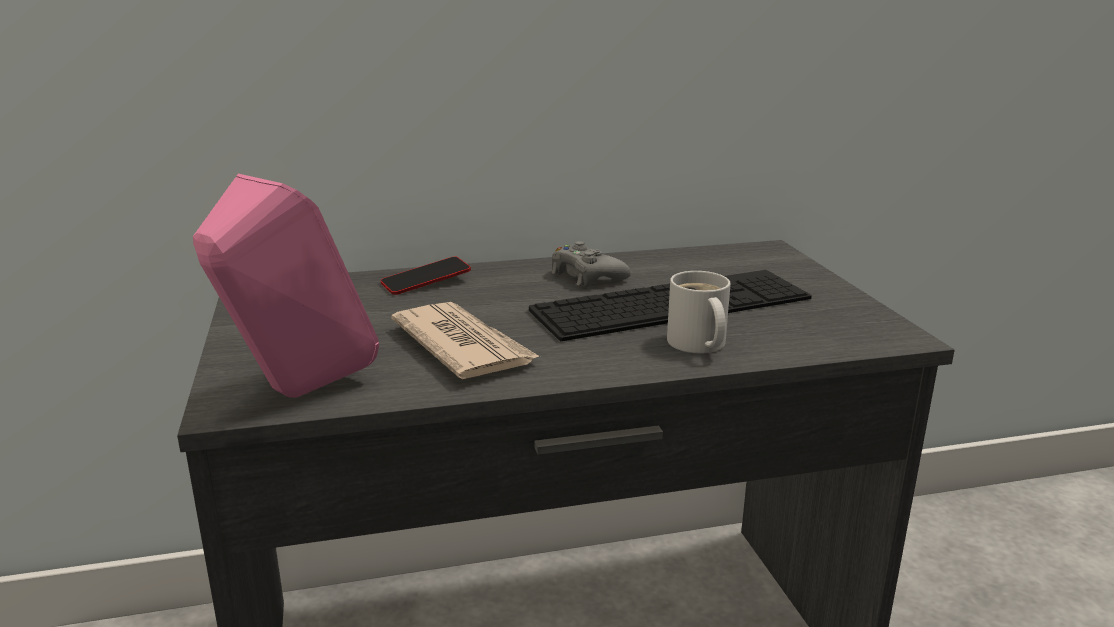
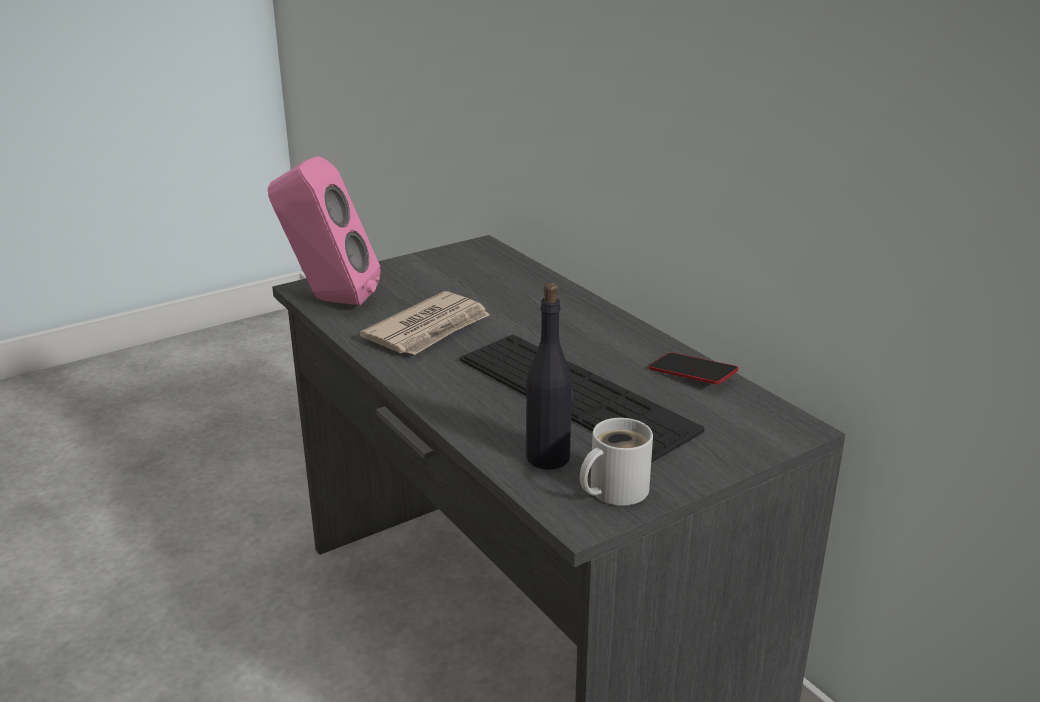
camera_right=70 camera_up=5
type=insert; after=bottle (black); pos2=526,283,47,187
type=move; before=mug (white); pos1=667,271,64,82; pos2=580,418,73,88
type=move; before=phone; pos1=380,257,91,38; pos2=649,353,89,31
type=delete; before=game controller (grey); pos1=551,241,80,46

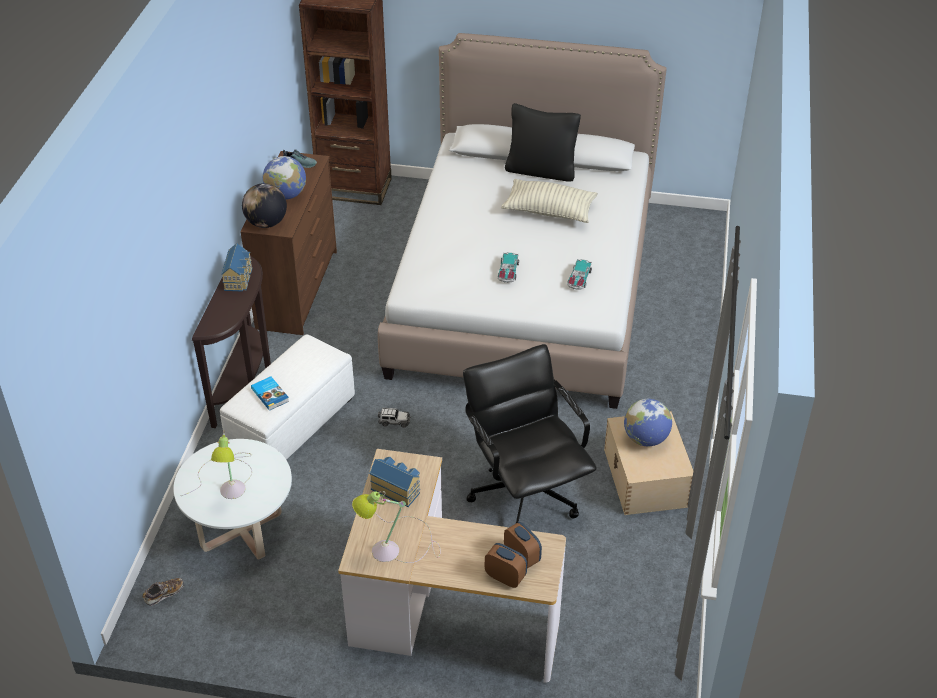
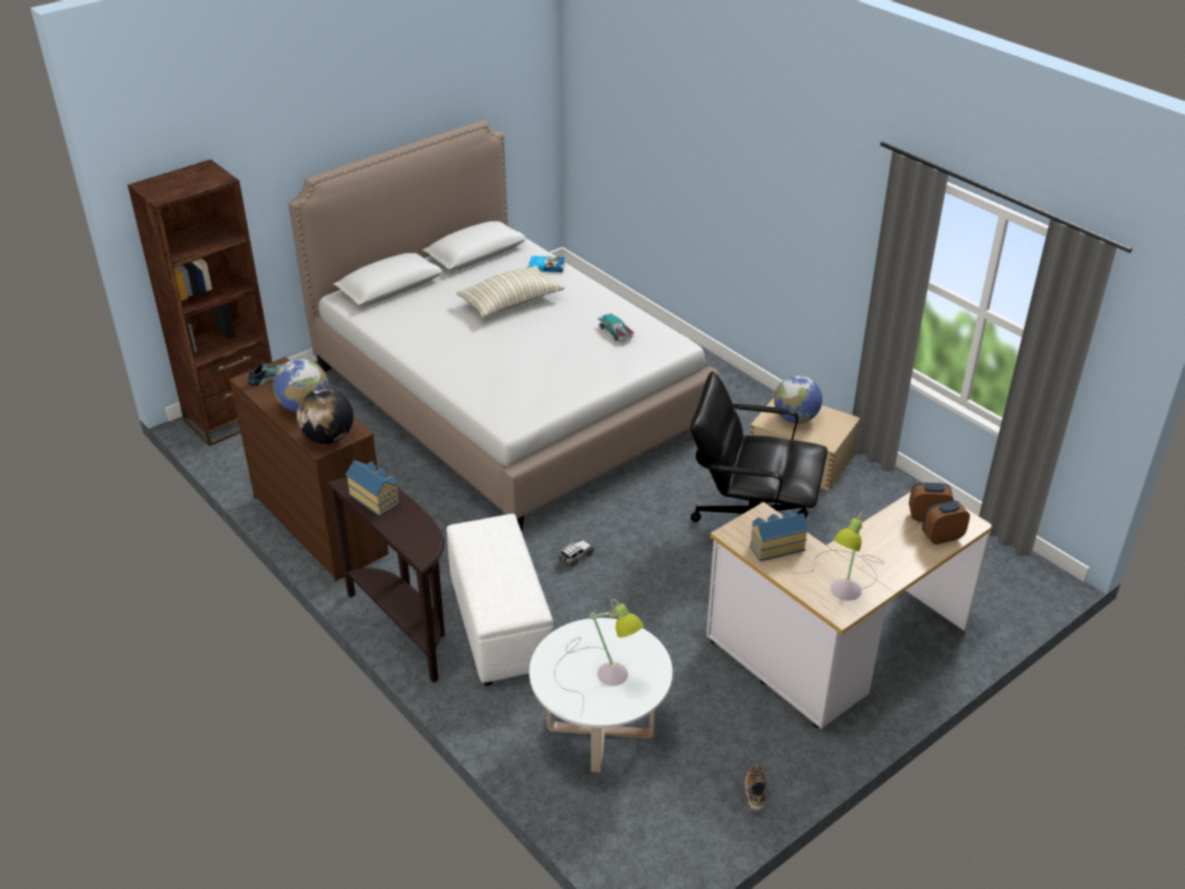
camera_right=-50 camera_up=-5
type=move; before=book; pos1=251,376,38,35; pos2=529,256,36,16
type=move; before=shoe; pos1=142,578,41,28; pos2=745,765,22,47
type=delete; before=toy car; pos1=498,252,21,31
type=delete; before=pillow (black); pos1=505,103,76,79

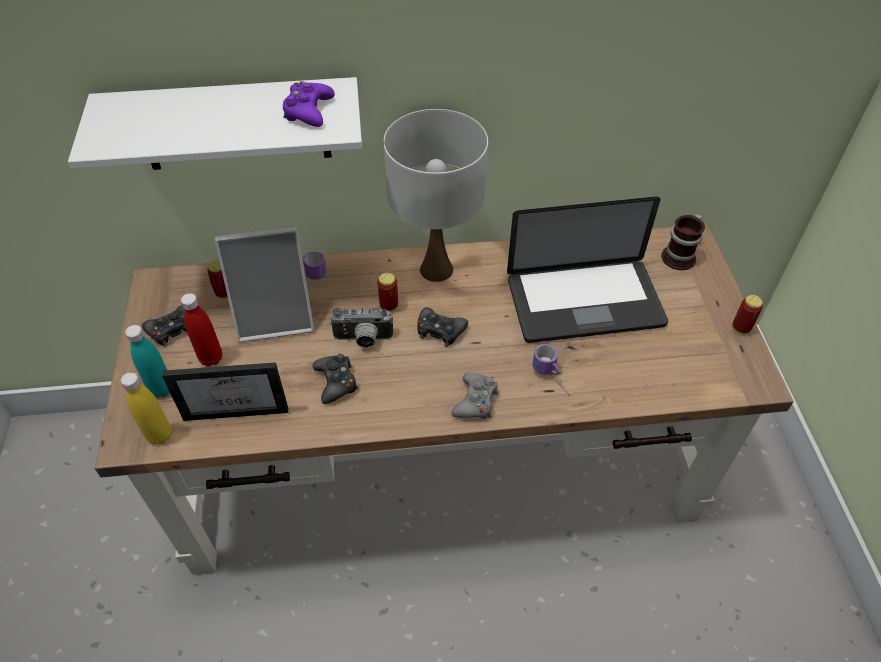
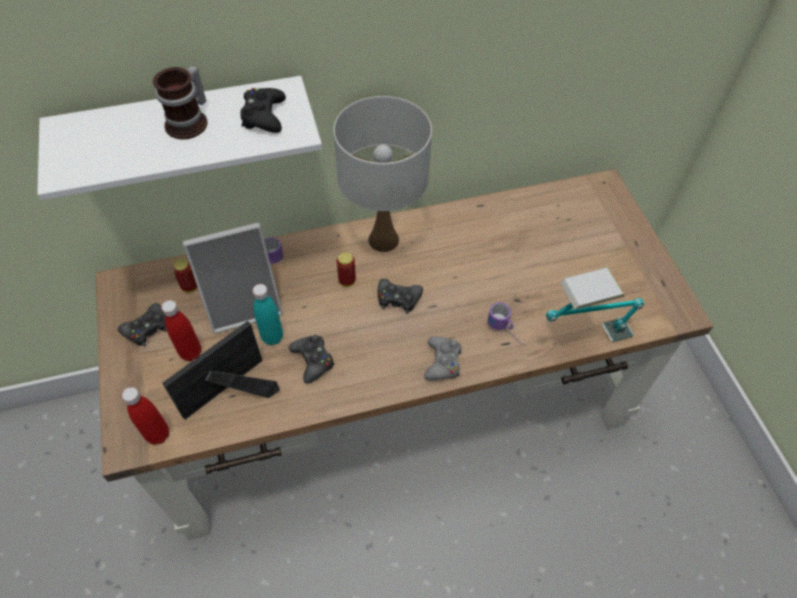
camera_right=-10 camera_up=5
type=recolor; before=bottle (yellow); after=bottle (red); pos1=120,372,51,73; pos2=122,387,47,58
type=move; before=mug; pos1=661,214,44,56; pos2=153,65,55,74
type=rotate; before=picture frame; pos1=162,362,126,59; pos2=162,321,118,99; turn=150
type=recolor; before=game controller (purple); after=game controller (black); pos1=283,81,52,46; pos2=241,88,45,45
type=move; before=bottle (turquoise); pos1=125,325,45,73; pos2=253,284,30,61
type=insert; after=table lamp; pos2=546,267,98,76
type=delete; before=photo camera; pos1=330,308,63,40
type=delete; before=laptop; pos1=507,197,161,146
type=delete; before=can; pos1=732,295,31,39

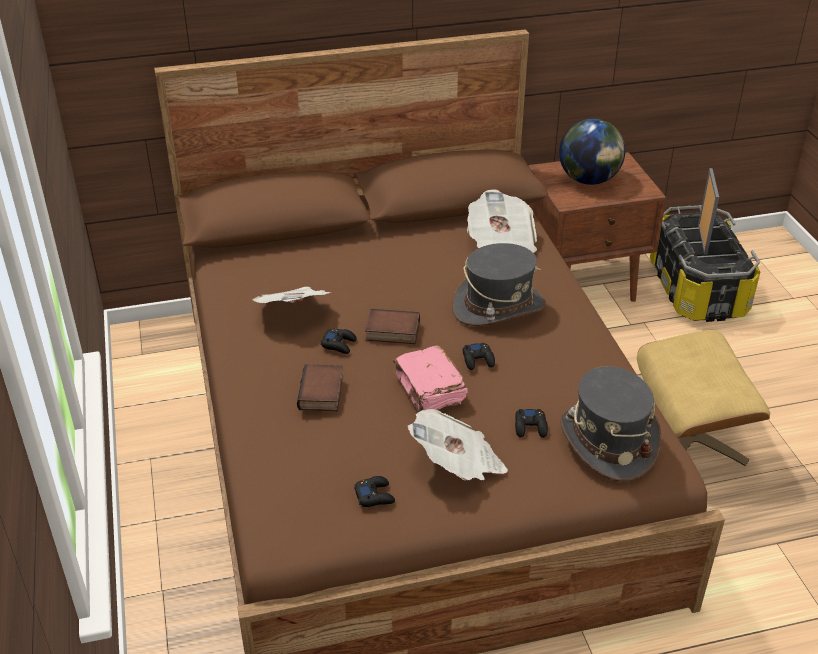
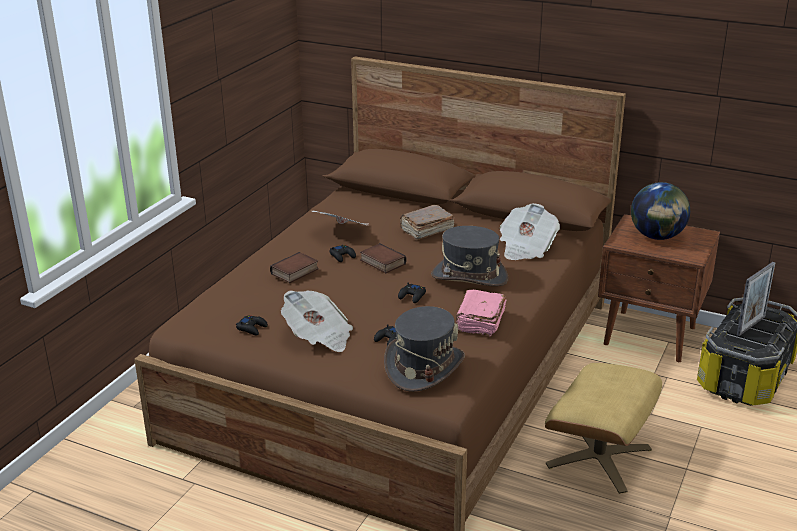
camera_right=40 camera_up=-10
type=insert; after=book (brown); pos2=400,205,54,36
type=move; before=book (pink); pos1=393,346,75,66; pos2=456,290,50,46

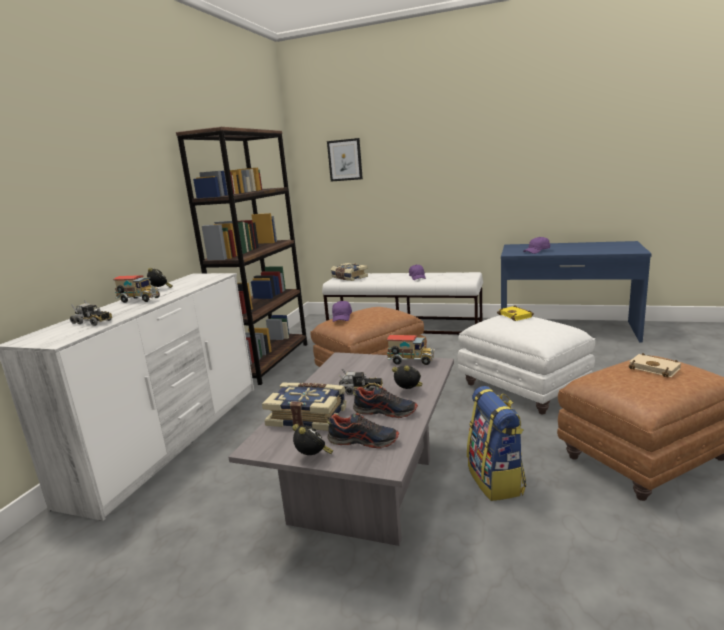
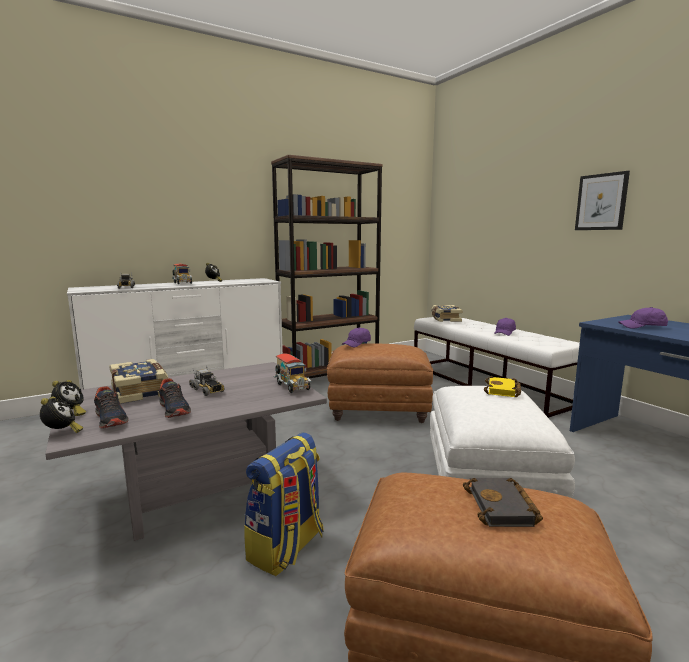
camera_right=40 camera_up=-5
type=move; before=alarm clock; pos1=392,366,30,23; pos2=40,397,43,36
type=recolor; before=book (beige); after=book (black); pos1=629,353,52,25; pos2=463,478,80,49
type=move; before=picture; pos1=327,138,36,44; pos2=575,171,55,59

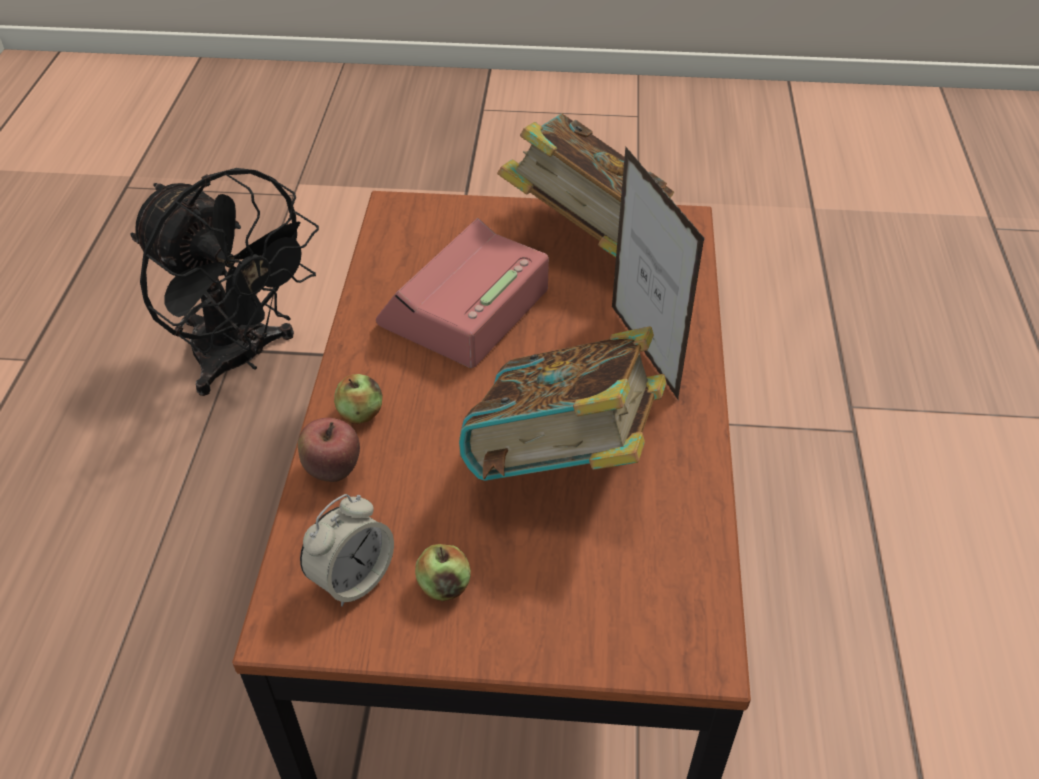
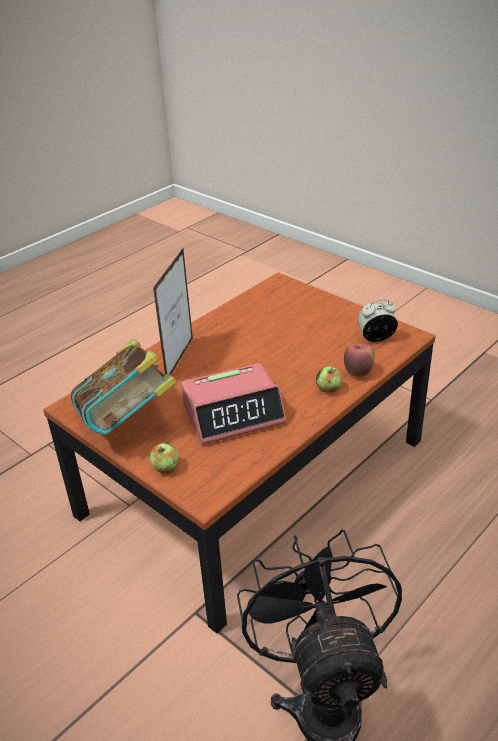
camera_right=-140 camera_up=-10
type=move; before=apple; pos1=415,544,56,58; pos2=150,443,29,31
type=delete; before=book; pos1=459,326,208,155

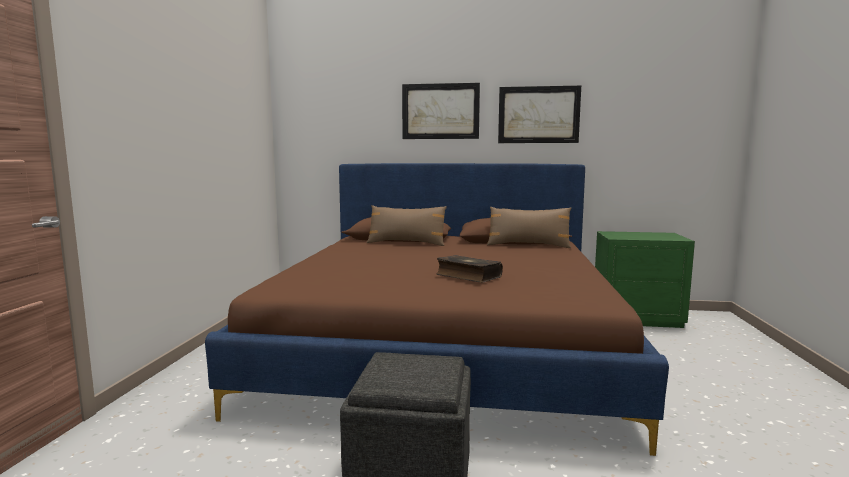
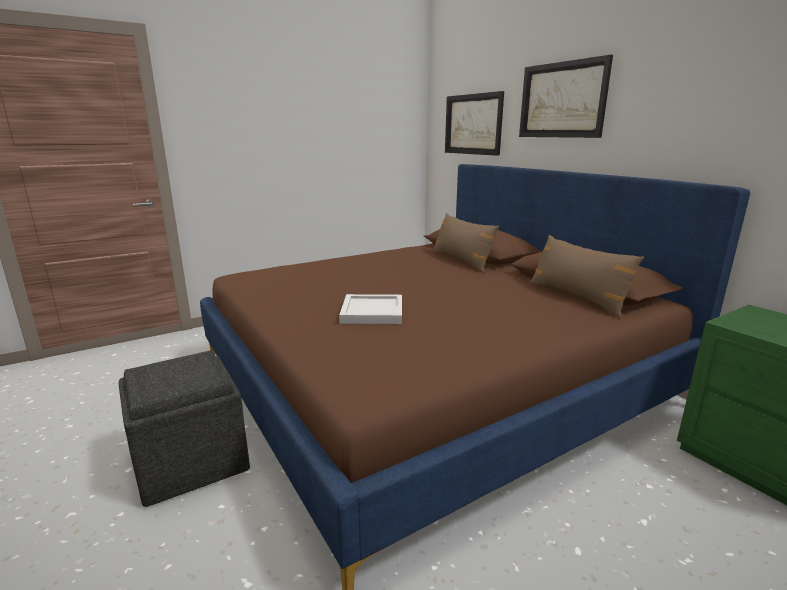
camera_right=50 camera_up=10
type=replace; before=book; after=tray (white); pos1=436,255,67,28; pos2=339,294,63,30
type=move; before=picture; pos1=498,85,83,58; pos2=445,91,59,65

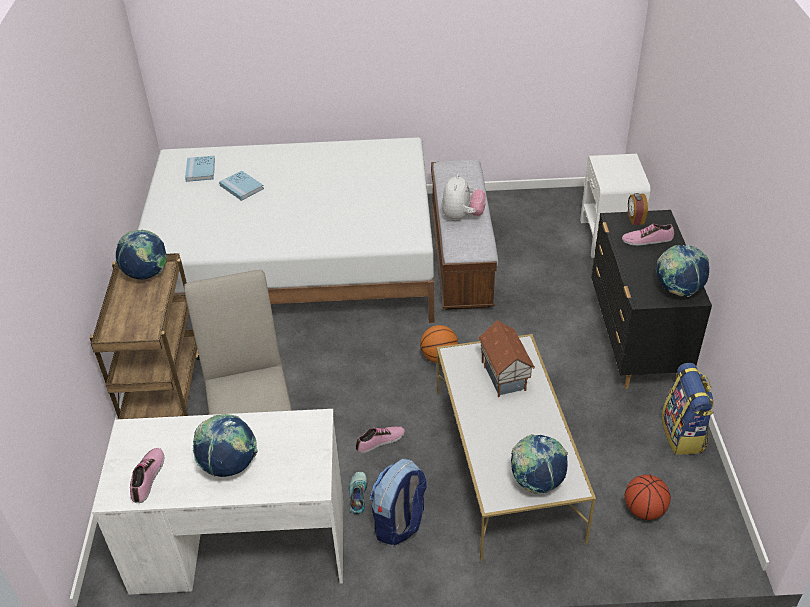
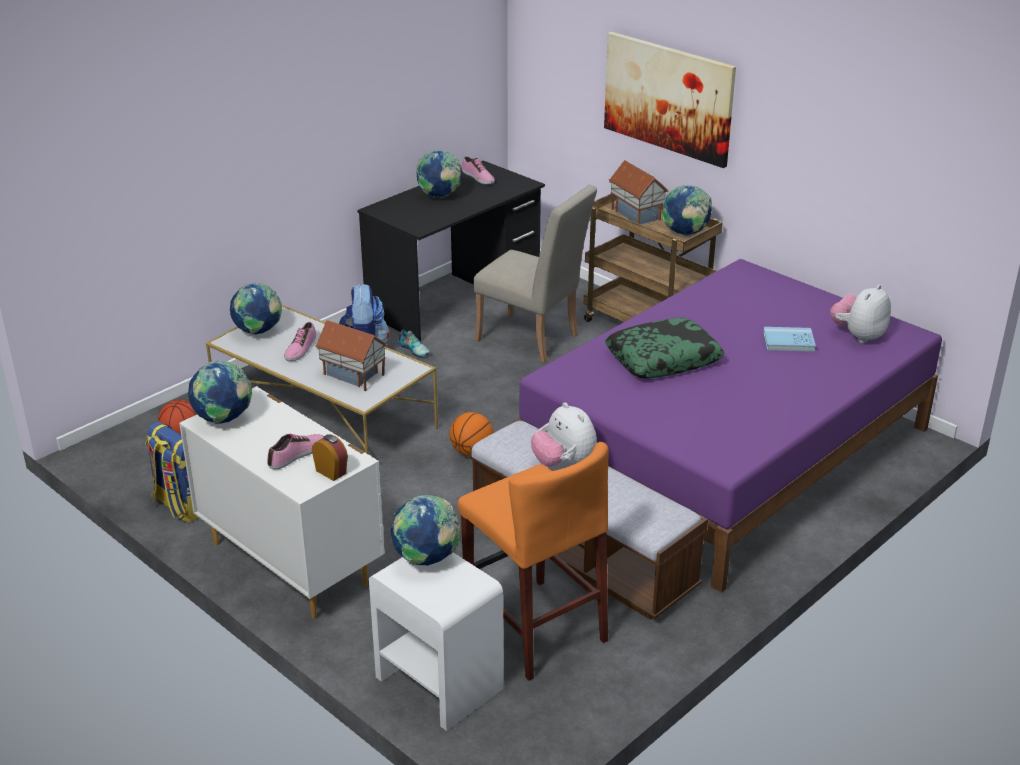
camera_right=135 camera_up=-10
type=recolor; before=dresser (black); after=dresser (white); pos1=591,210,121,179; pos2=179,386,206,233
type=move; before=shoe; pos1=356,426,49,27; pos2=284,322,32,39
type=recolor; before=desk (white); after=desk (black); pos1=92,409,252,186; pos2=357,160,188,181
type=insert; after=globe; pos2=391,495,69,71
type=insert; after=stool (orange); pos2=458,442,151,239
type=recolor; before=bed (white); after=bed (purple); pos1=138,137,296,186; pos2=519,259,423,334
type=insert; after=picture; pos2=604,32,132,136
type=insert; after=pillow; pos2=605,317,119,62
type=insert; after=toy house; pos2=609,160,59,64
type=replace; before=book (blue); after=plush toy; pos1=185,156,30,26; pos2=830,285,61,58

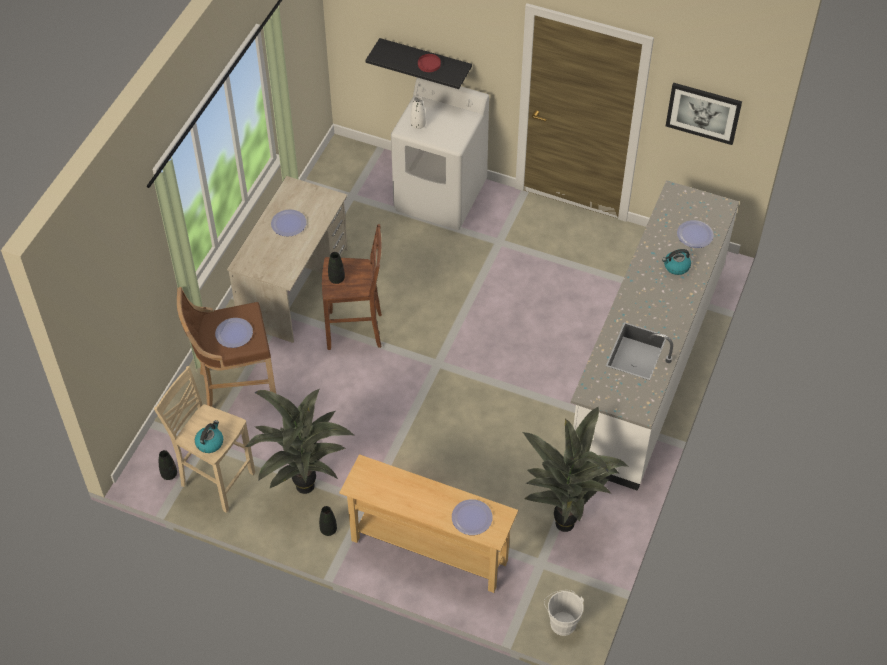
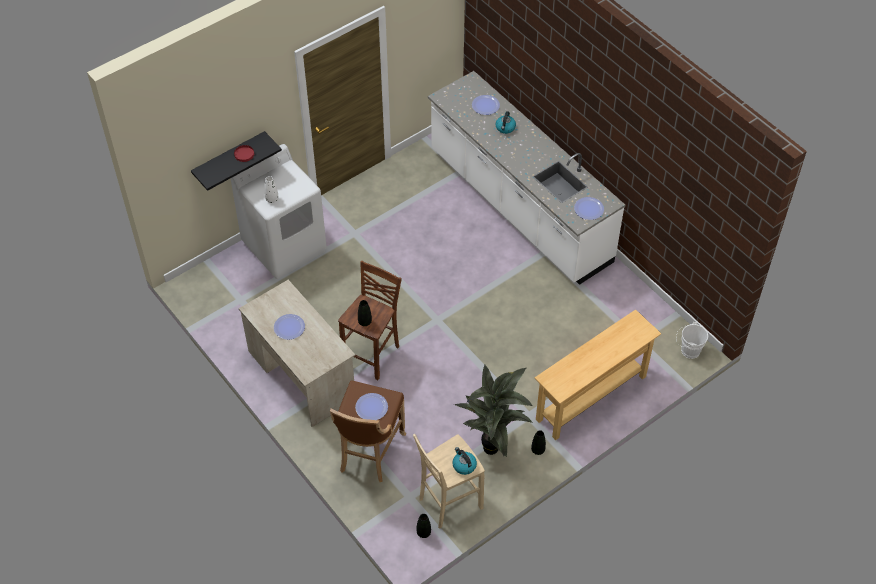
camera_right=-60 camera_up=0
type=move; before=plate; pos1=452,499,41,36; pos2=574,197,30,23
type=delete; before=potted plant; pos1=523,406,106,126
type=delete; before=picture; pos1=666,83,76,62

